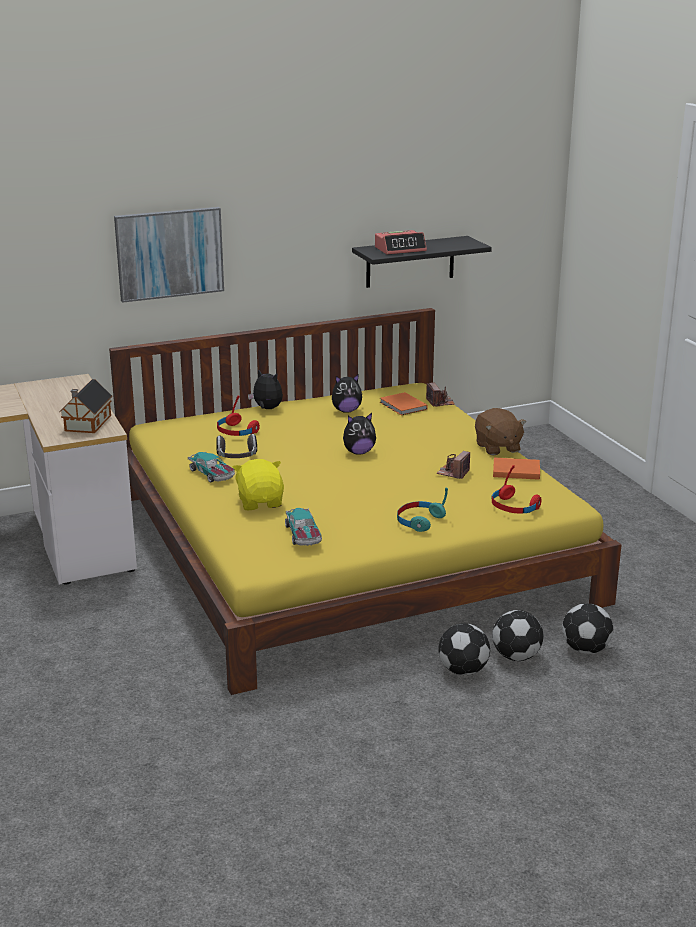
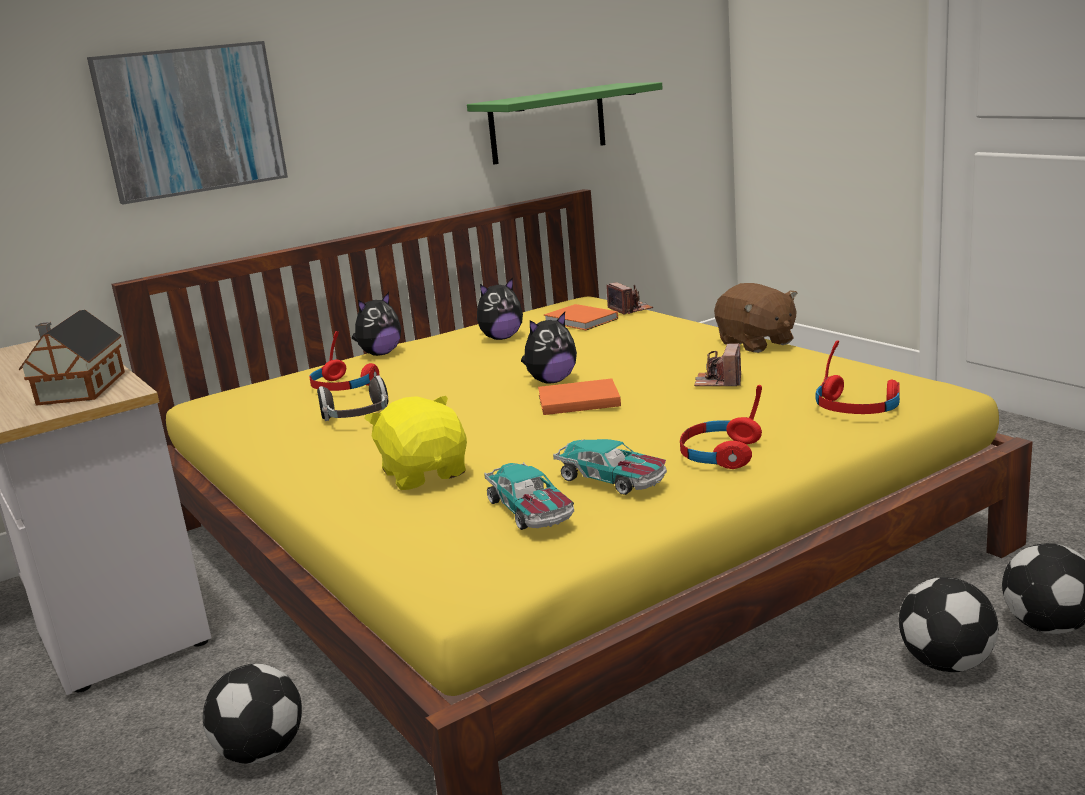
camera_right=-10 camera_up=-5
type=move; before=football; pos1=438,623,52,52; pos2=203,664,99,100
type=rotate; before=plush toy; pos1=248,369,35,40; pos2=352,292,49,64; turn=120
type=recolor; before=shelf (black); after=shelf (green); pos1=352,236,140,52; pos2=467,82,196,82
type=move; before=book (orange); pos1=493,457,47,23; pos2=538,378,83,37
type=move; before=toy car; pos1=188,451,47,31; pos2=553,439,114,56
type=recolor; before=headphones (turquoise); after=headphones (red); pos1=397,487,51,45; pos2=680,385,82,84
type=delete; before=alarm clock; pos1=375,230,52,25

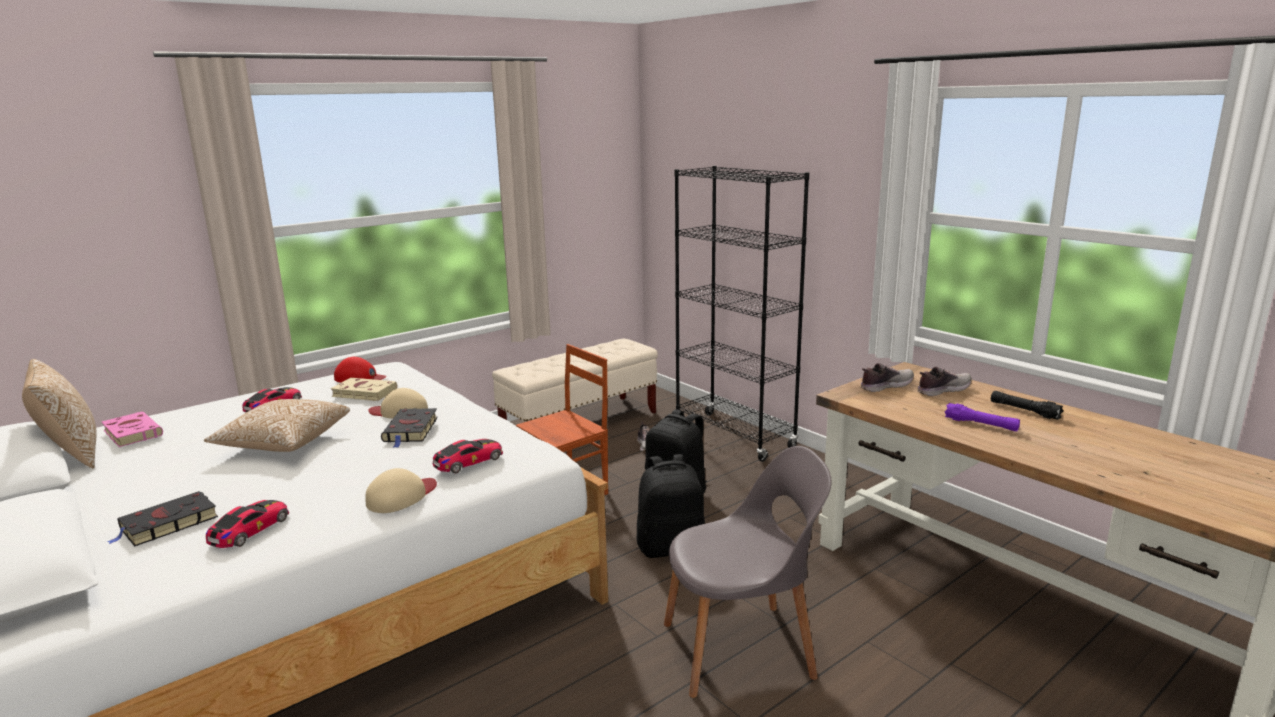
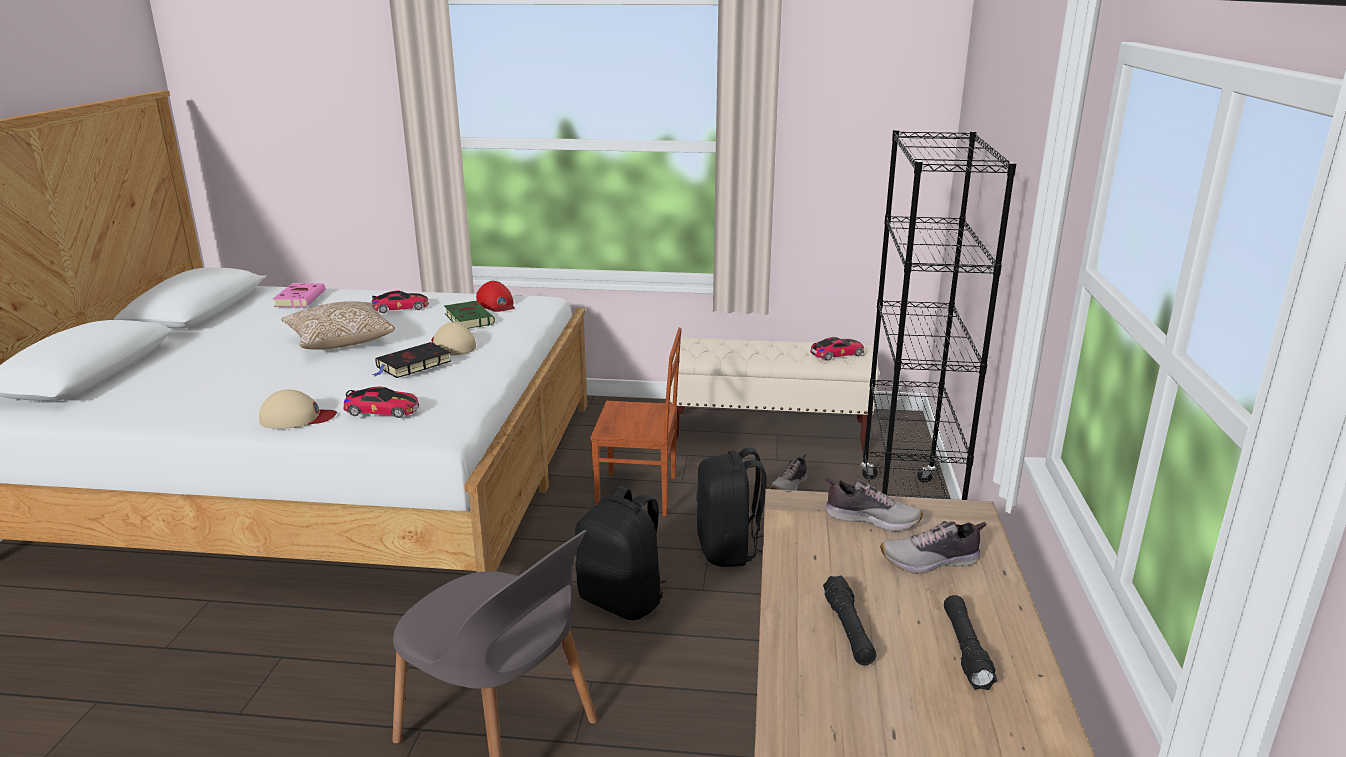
camera_right=45 camera_up=5
type=recolor; before=book (beige); after=book (green); pos1=330,378,67,23; pos2=444,301,51,28
type=move; before=toy car; pos1=206,500,83,48; pos2=810,337,54,24
type=recolor; before=flashlight (purple); after=flashlight (black); pos1=945,403,75,28; pos2=823,575,53,90
type=rotate; before=shoe; pos1=918,367,54,29; pos2=880,521,107,53; turn=150
type=delete; before=pillow; pos1=22,359,75,109
type=delete; before=book (black); pos1=107,491,111,55

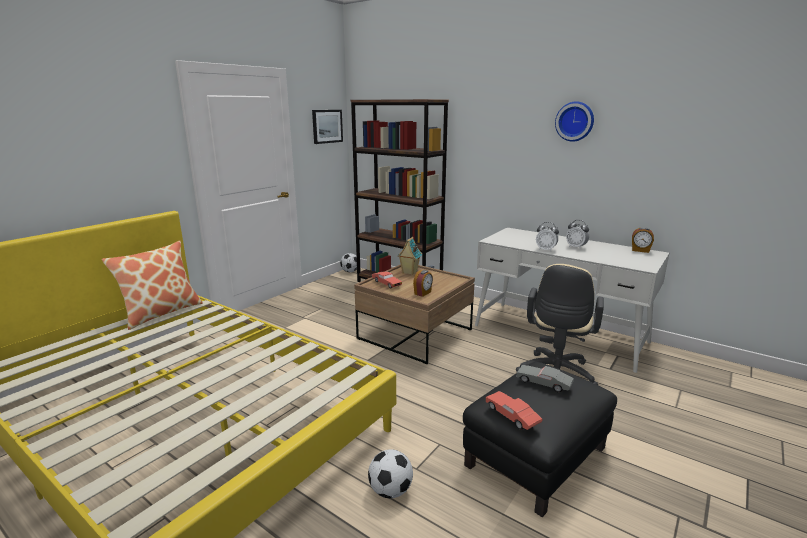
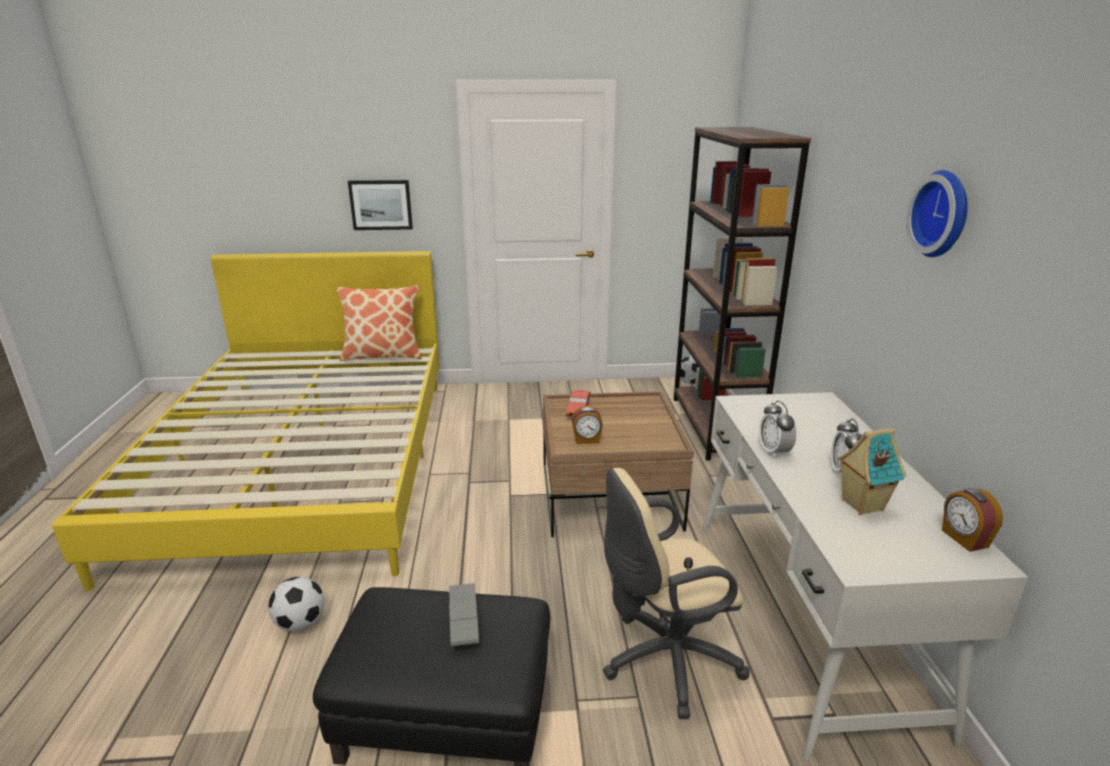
camera_right=50 camera_up=5
type=move; before=picture; pos1=312,110,31,34; pos2=348,180,65,50
type=move; before=toy house; pos1=397,237,25,38; pos2=837,428,70,87
type=delete; before=toy car (red); pos1=486,391,57,39

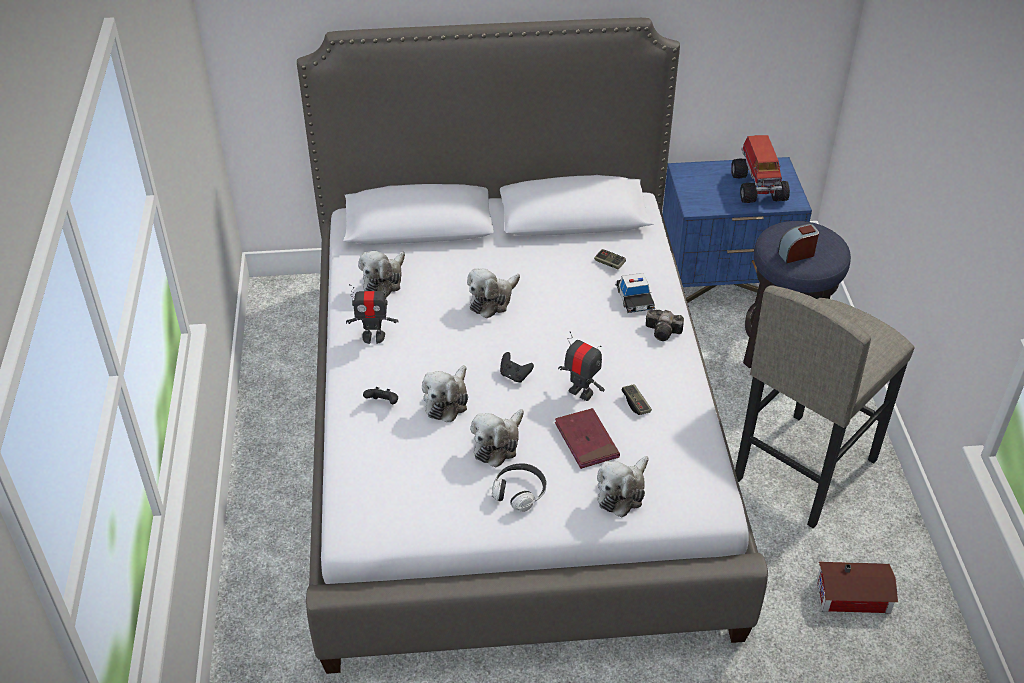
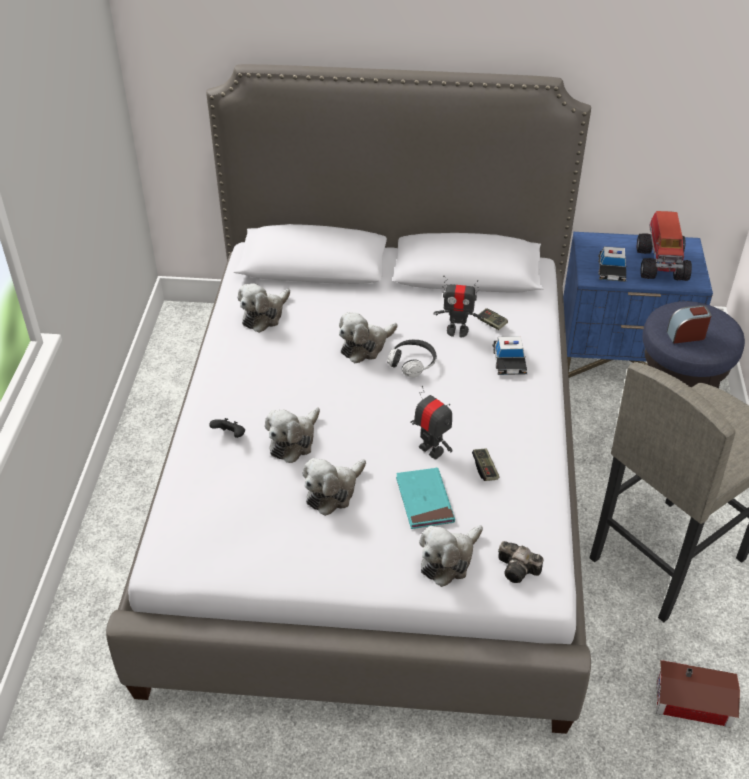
camera_right=10 camera_up=0
type=move; before=headphones; pos1=492,463,55,49; pos2=387,340,50,38
type=recolor; before=book (red); after=book (turquoise); pos1=555,408,65,61; pos2=396,468,59,61
type=move; before=toy robot; pos1=346,284,52,60; pos2=434,276,50,61
type=move; before=photo camera; pos1=646,310,38,31; pos2=498,541,45,42
type=insert; after=toy car; pos2=598,246,29,36
type=delete; before=game controller (black); pos1=500,352,34,31

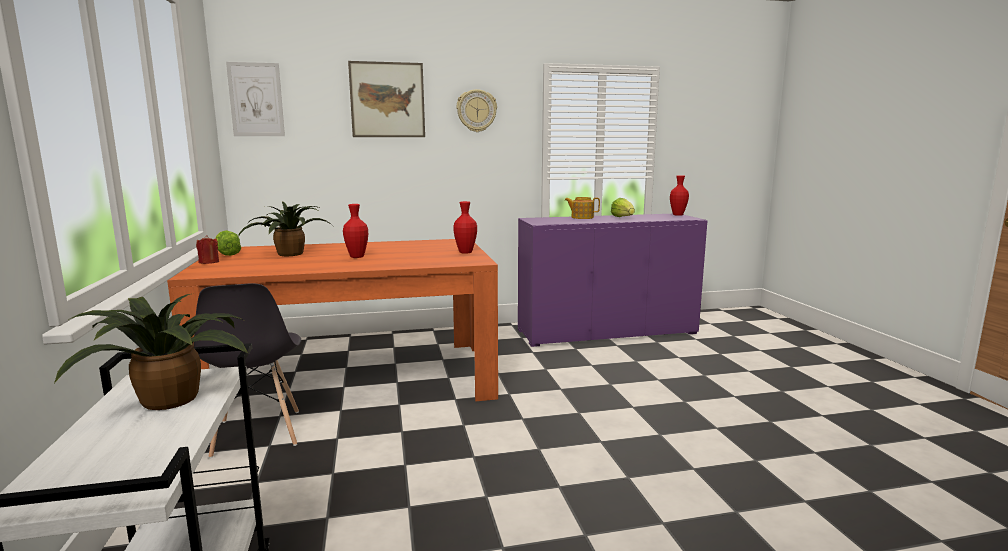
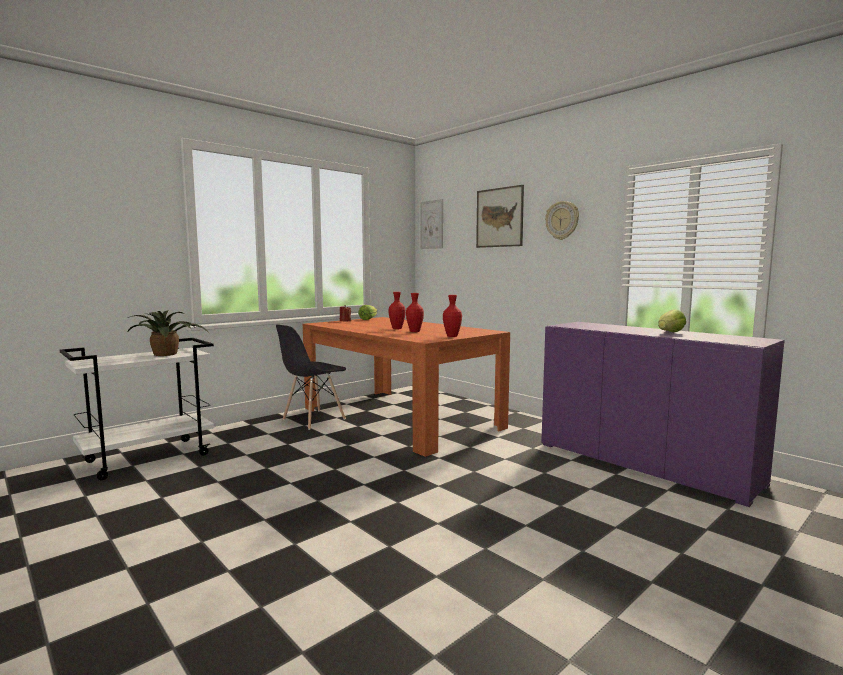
camera_right=60 camera_up=-5
type=move; before=vase (red); pos1=670,175,19,41; pos2=406,293,18,39
type=delete; before=potted plant; pos1=238,201,95,55
type=delete; before=teapot; pos1=565,197,35,22

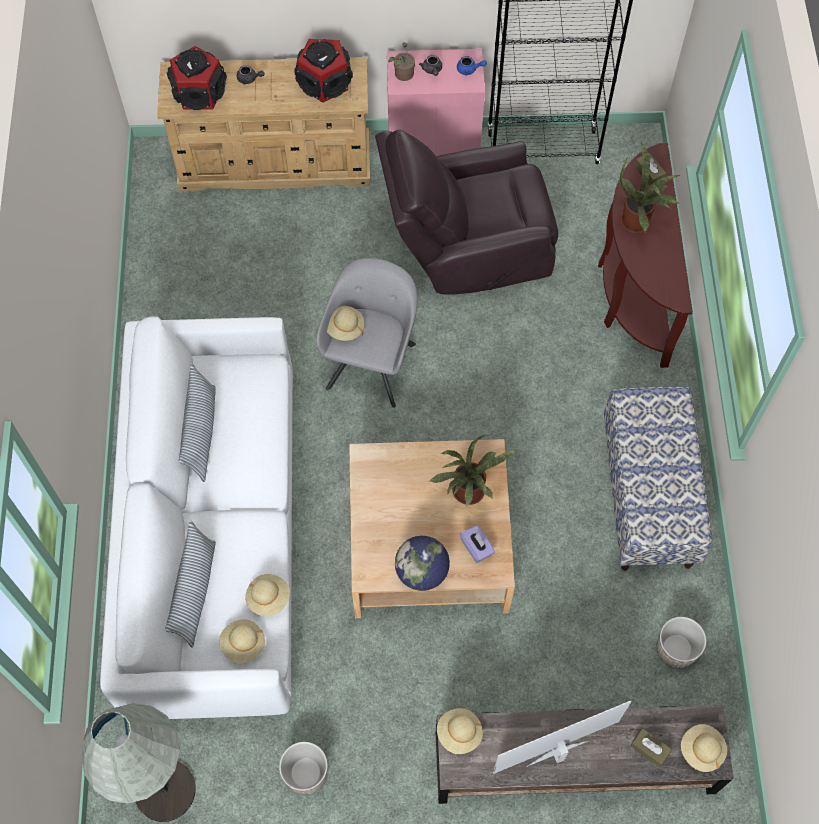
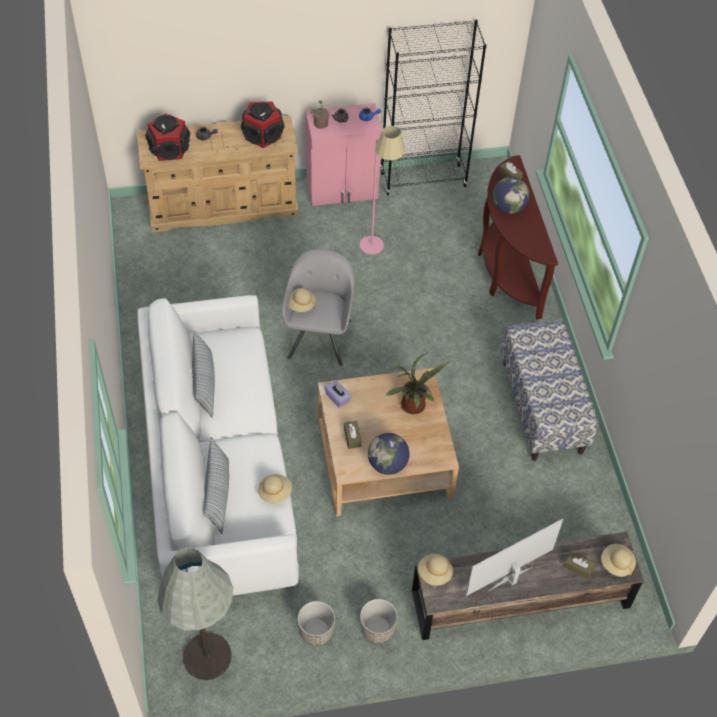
camera_right=-10 camera_up=-10
type=move; before=tissue box (purple); pos1=460,525,35,38; pos2=324,381,27,27
type=insert; after=tissue box (brown); pos2=344,421,18,28
type=replace; before=armchair (brown); after=floor lamp (pink); pos1=375,130,183,165; pos2=360,126,45,129
type=move; before=planter; pos1=656,617,50,52; pos2=360,599,38,44
type=replace; before=potted plant; after=globe; pos1=619,142,61,91; pos2=493,177,37,37
type=delete; before=hat (beige); pos1=219,619,46,44

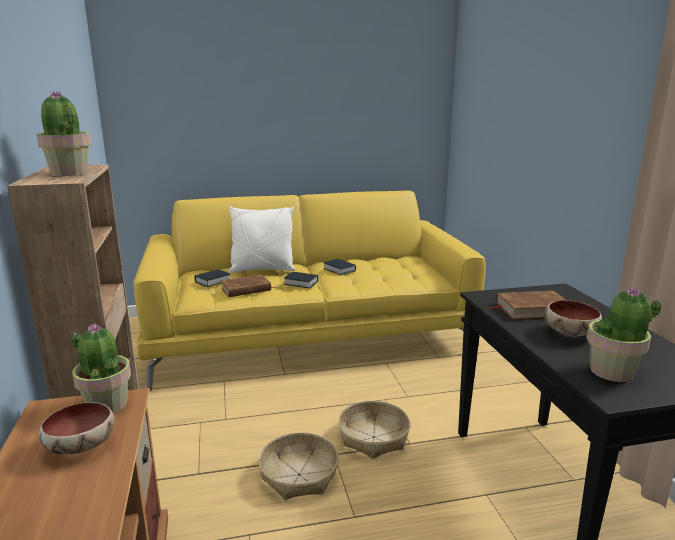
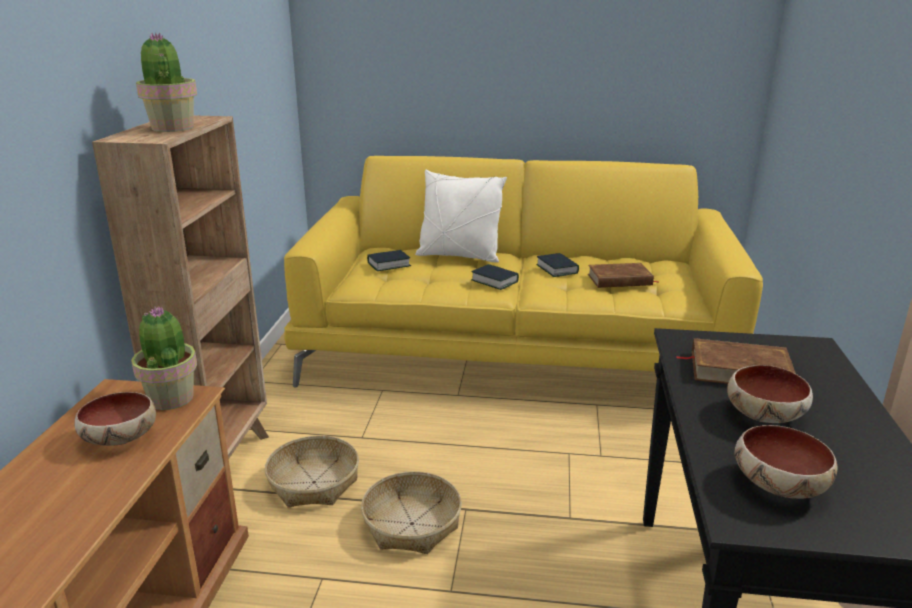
camera_right=20 camera_up=5
type=move; before=basket; pos1=338,401,73,58; pos2=265,436,94,71
type=move; before=book (brown); pos1=221,275,55,22; pos2=588,263,71,25
type=replace; before=potted plant; after=bowl; pos1=587,287,74,95; pos2=735,425,102,74

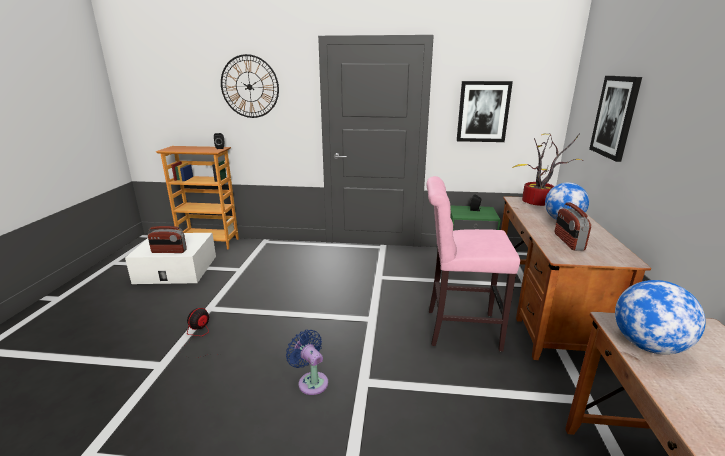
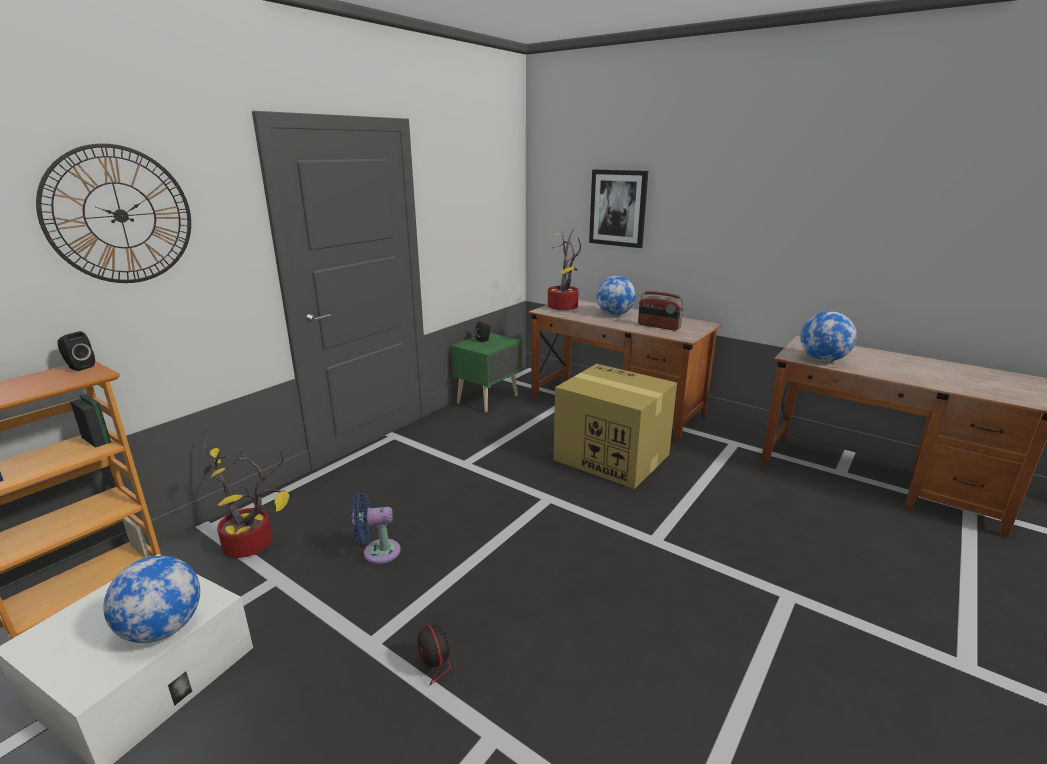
camera_right=-60 camera_up=0
type=replace; before=radio; after=globe; pos1=148,226,39,27; pos2=103,556,97,87
type=insert; after=potted plant; pos2=203,429,87,129
type=move; before=fan (blue); pos1=286,330,42,65; pos2=351,493,50,71
type=replace; before=stool (pink); after=cardboard box; pos1=427,176,93,175; pos2=554,364,123,125
type=delete; before=picture; pos1=457,81,56,61

